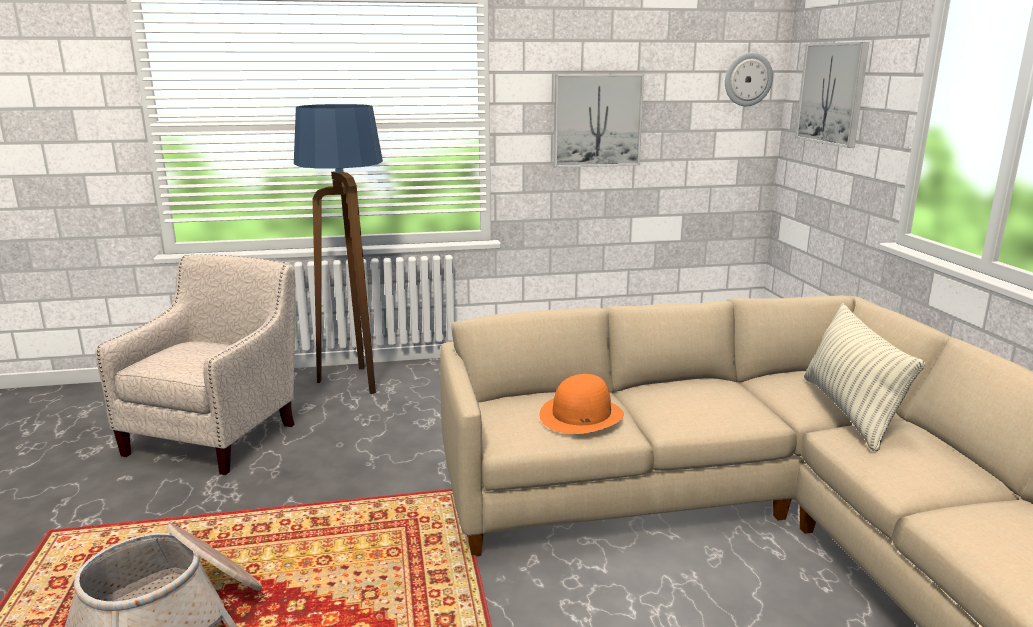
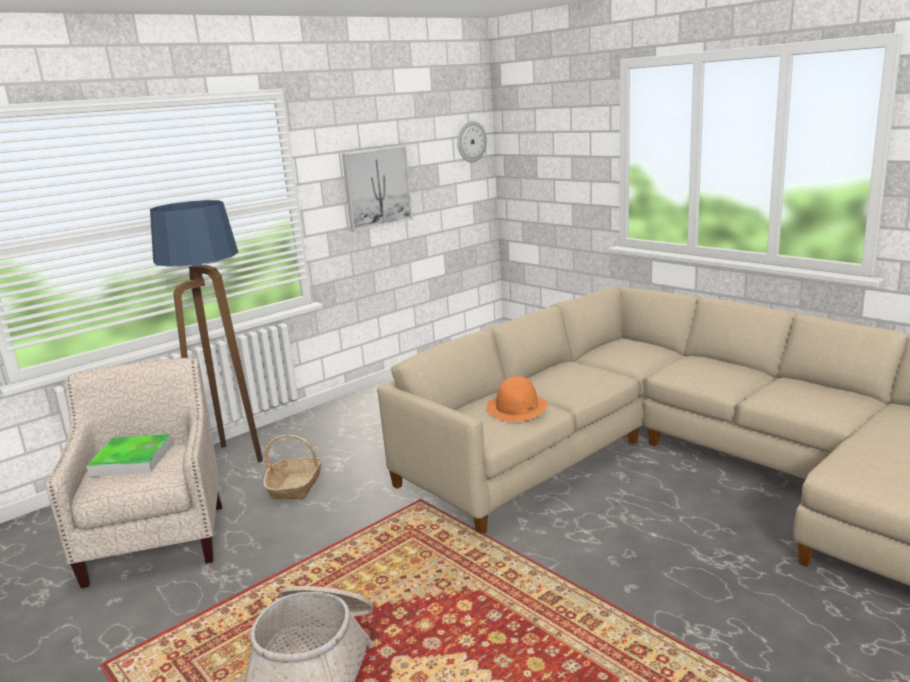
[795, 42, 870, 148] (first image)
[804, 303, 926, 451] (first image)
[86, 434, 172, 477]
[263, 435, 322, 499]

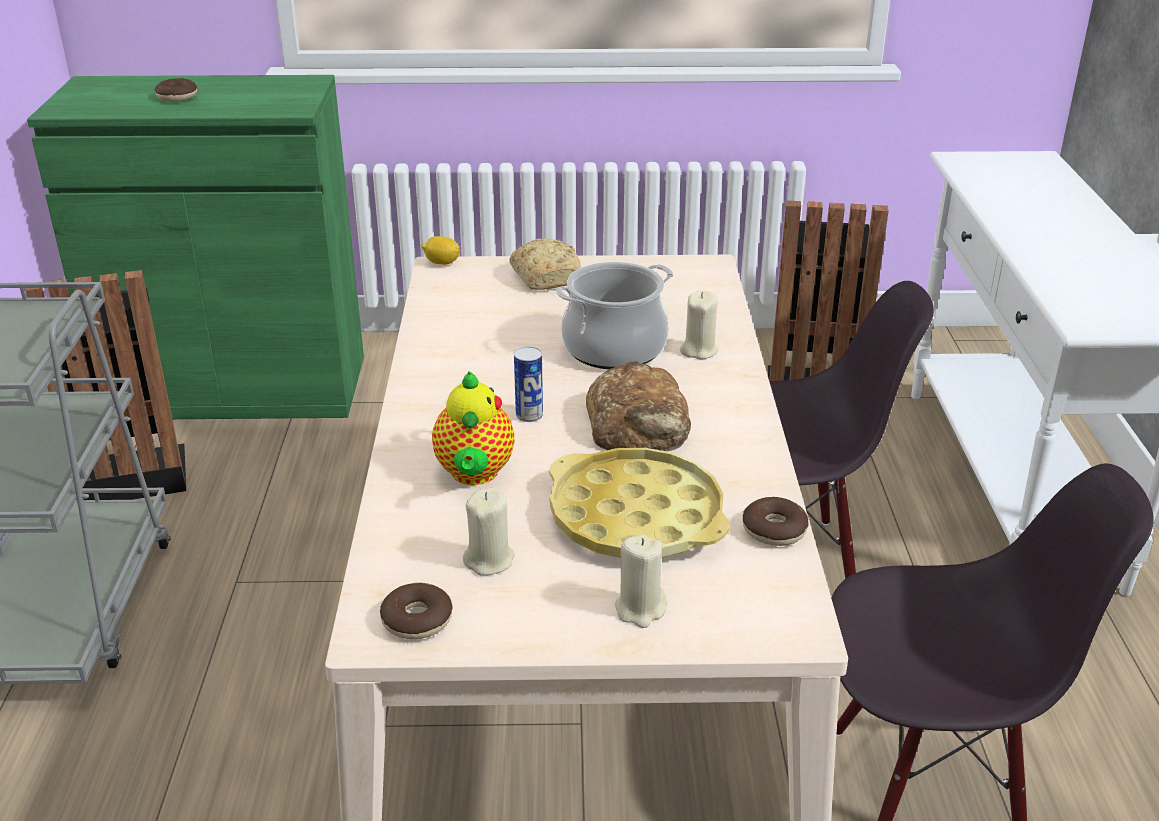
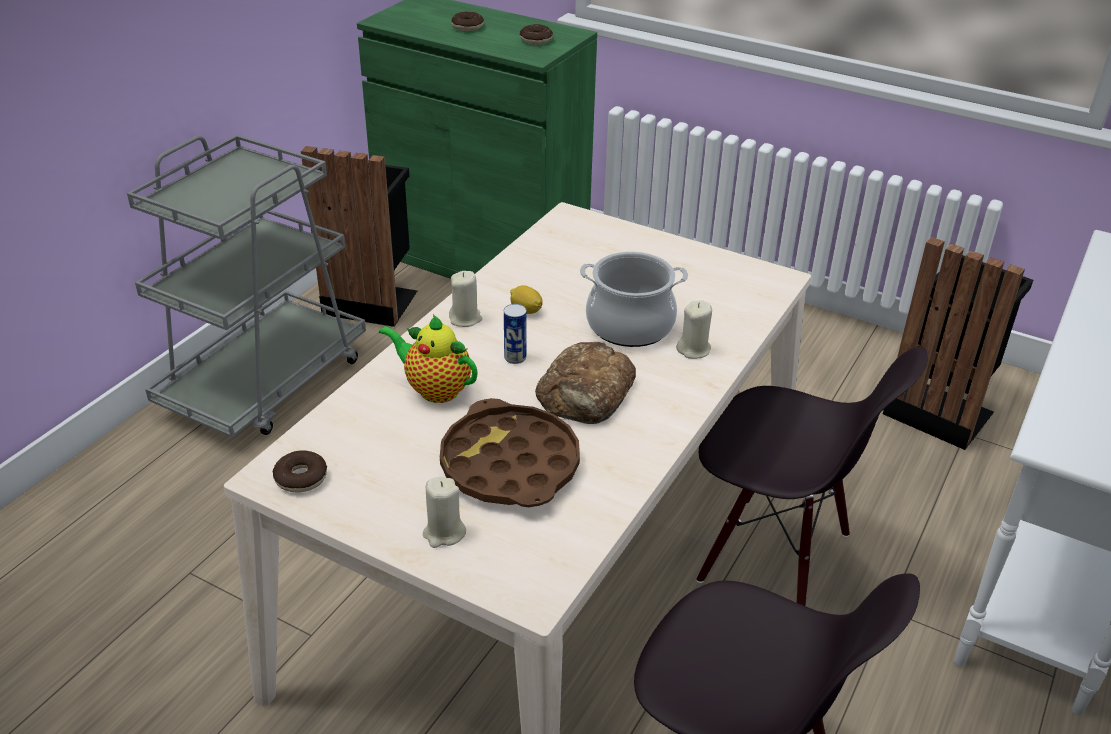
[509, 238, 581, 290] (first image)
[510, 285, 543, 314]
[449, 271, 482, 327]
[520, 24, 553, 45]
[440, 398, 580, 507]
[379, 314, 478, 403]

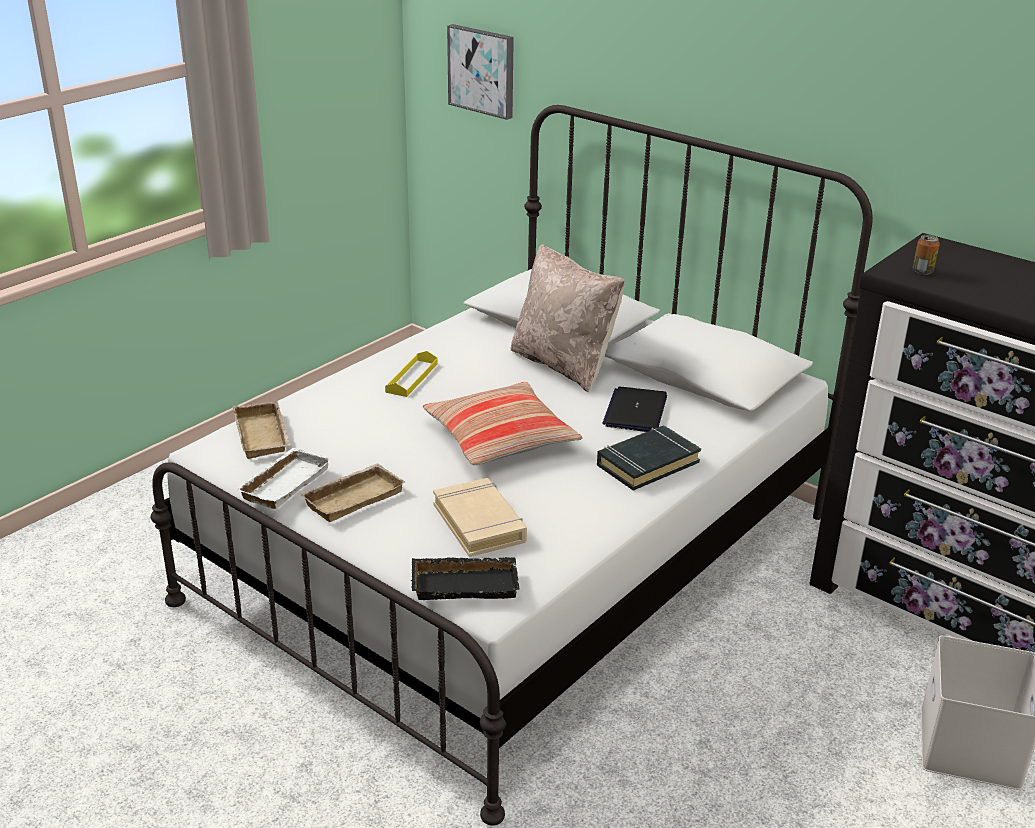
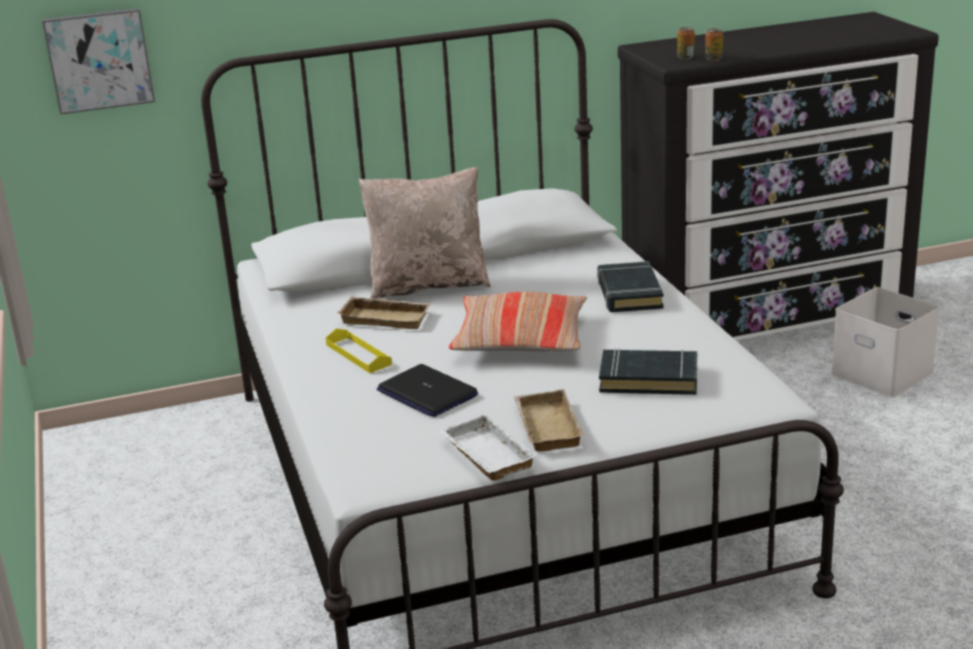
[411, 557, 520, 600] (first image)
[705, 28, 723, 61]
[337, 297, 432, 329]
[377, 364, 478, 417]
[599, 348, 697, 395]

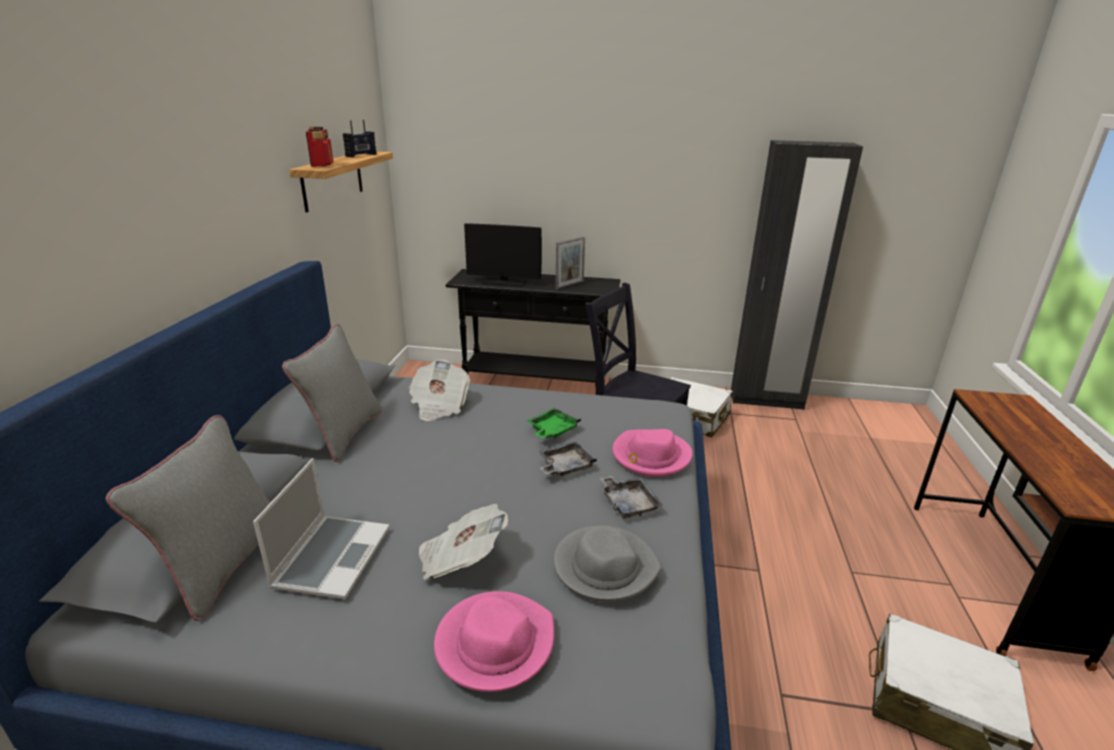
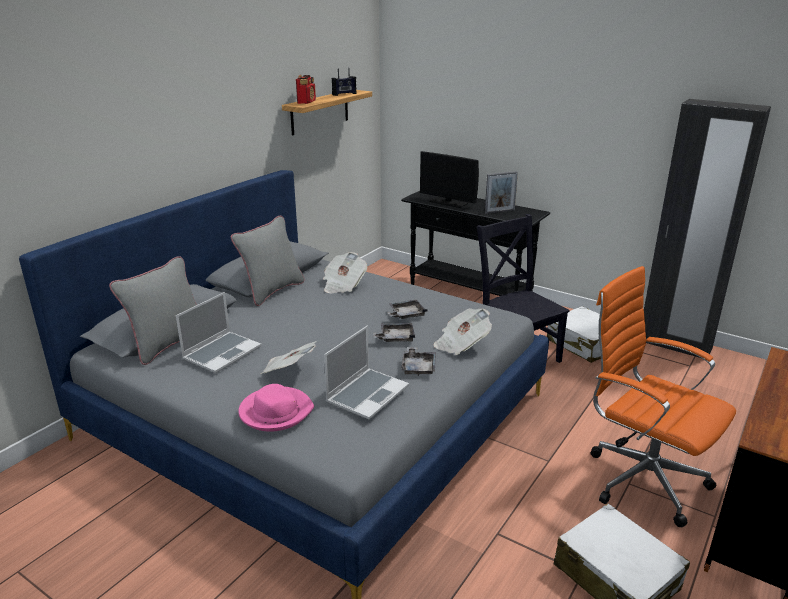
[591, 266, 736, 528]
[324, 325, 409, 420]
[434, 308, 492, 355]
[387, 300, 427, 319]

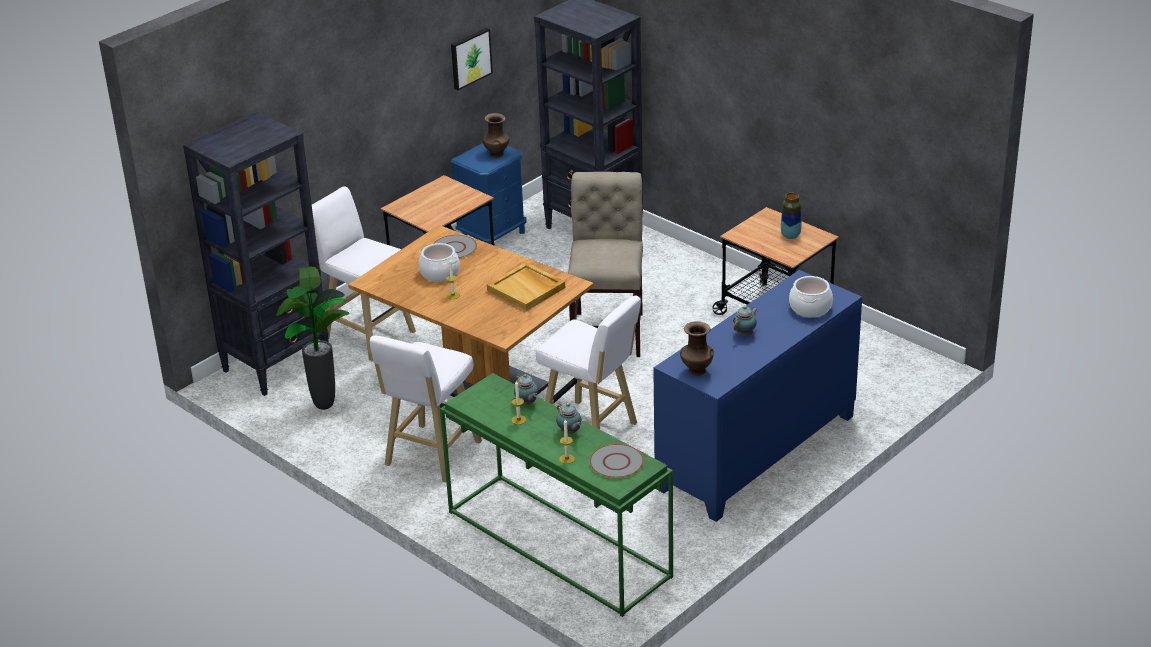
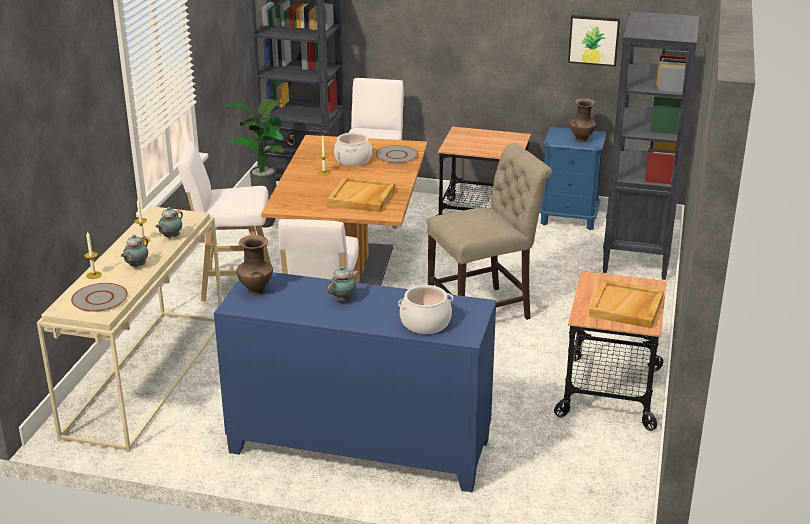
[589, 280, 664, 329]
[37, 206, 222, 452]
[328, 266, 359, 301]

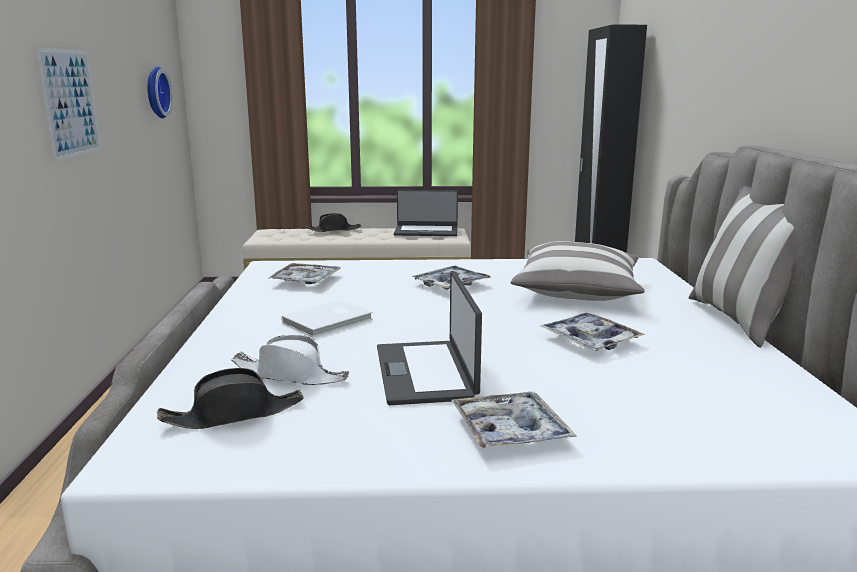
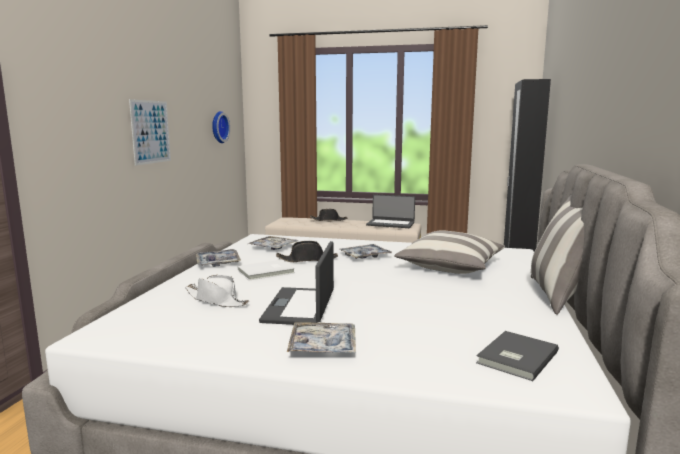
[476, 331, 559, 381]
[276, 241, 338, 262]
[196, 249, 241, 267]

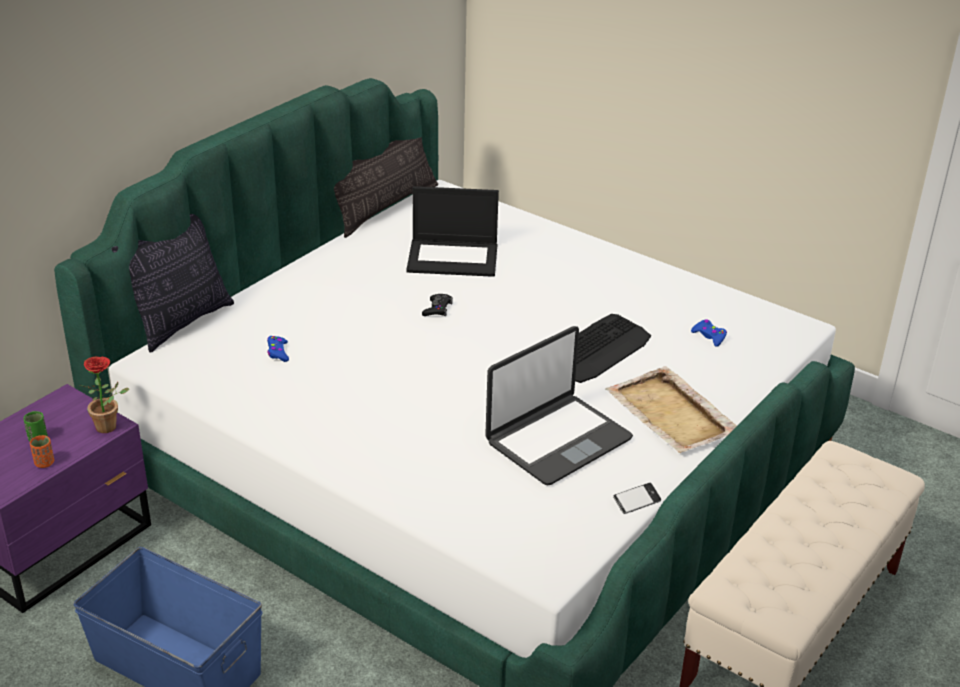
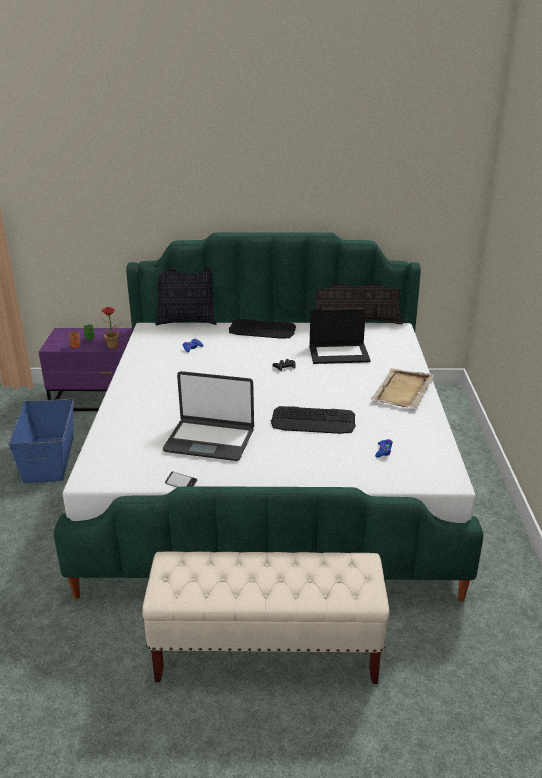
[229, 319, 296, 339]
[371, 368, 434, 408]
[309, 308, 371, 364]

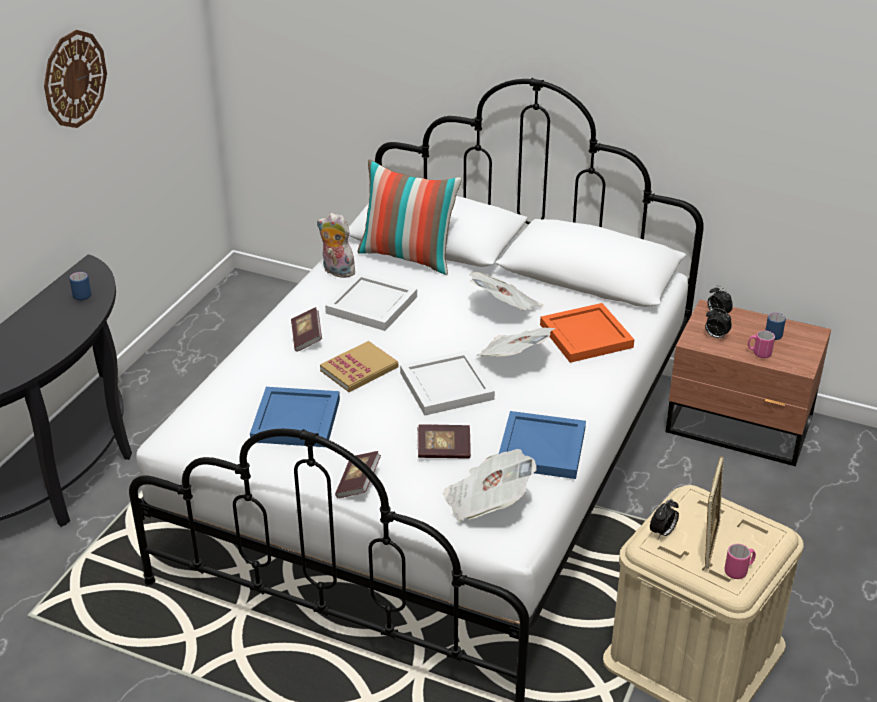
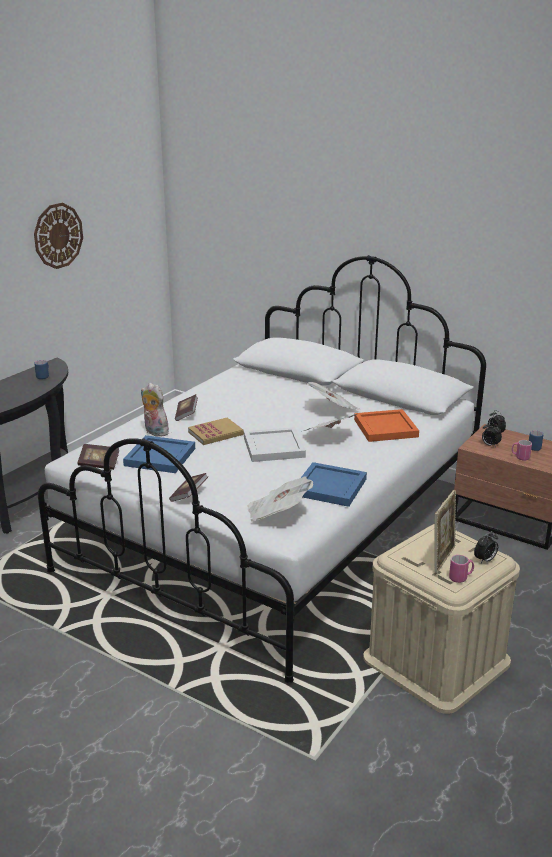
[325, 273, 417, 331] (first image)
[357, 160, 462, 275] (first image)
[141, 383, 169, 437]
[77, 444, 119, 470]
[474, 531, 498, 563]

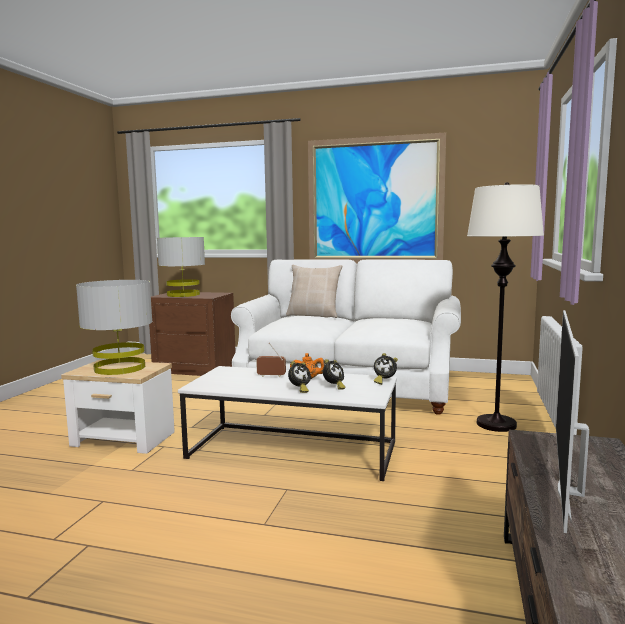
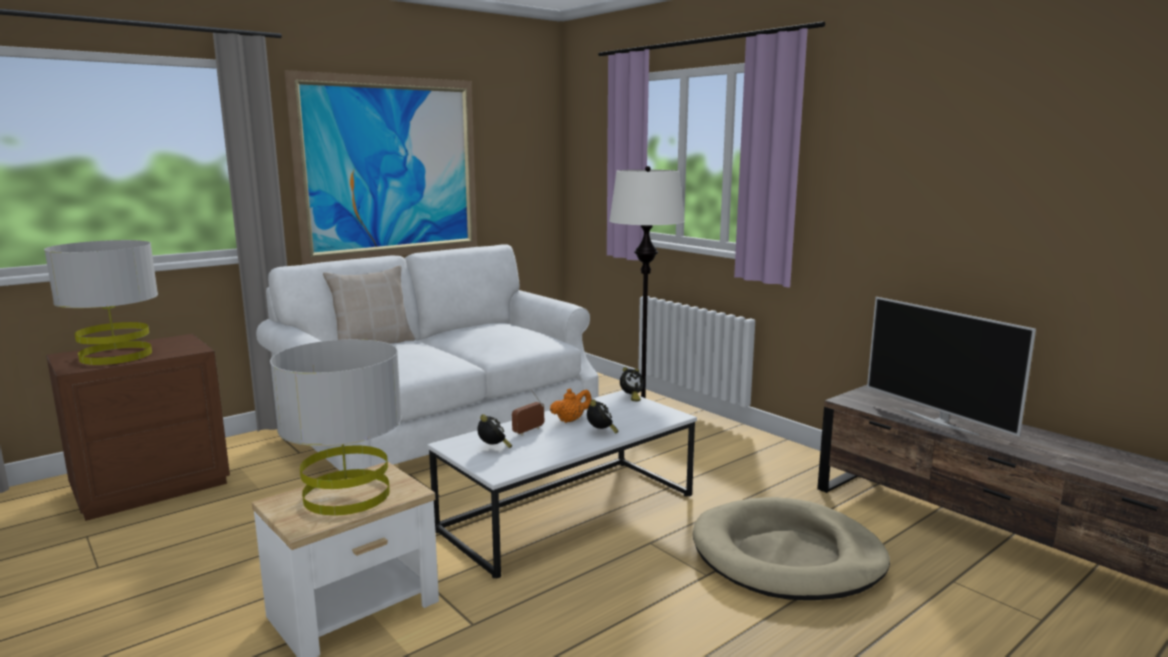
[693, 497, 890, 600]
[477, 414, 512, 448]

